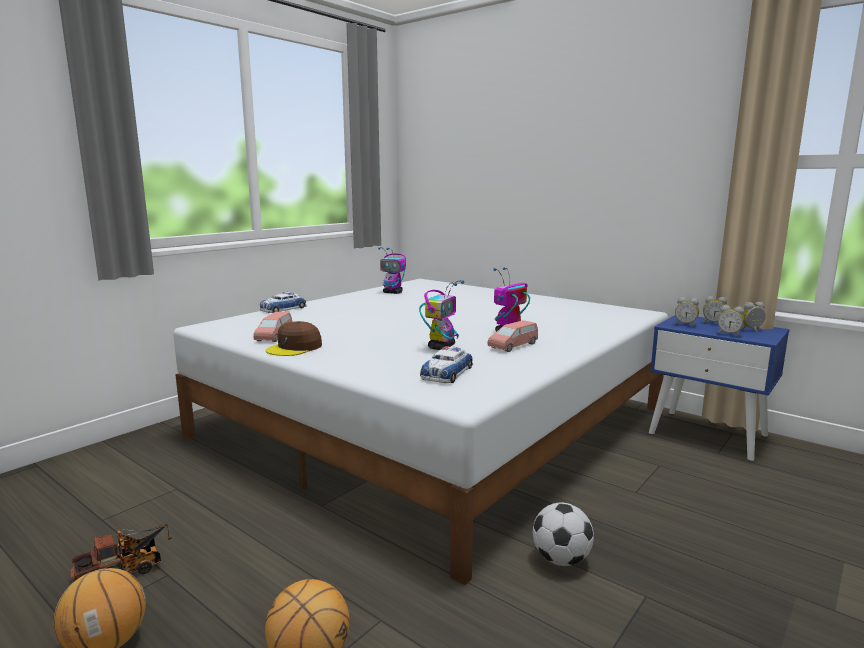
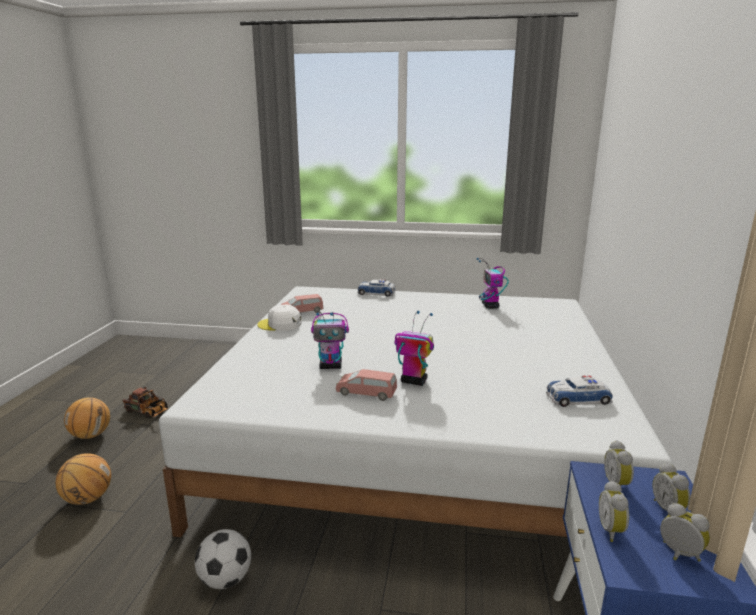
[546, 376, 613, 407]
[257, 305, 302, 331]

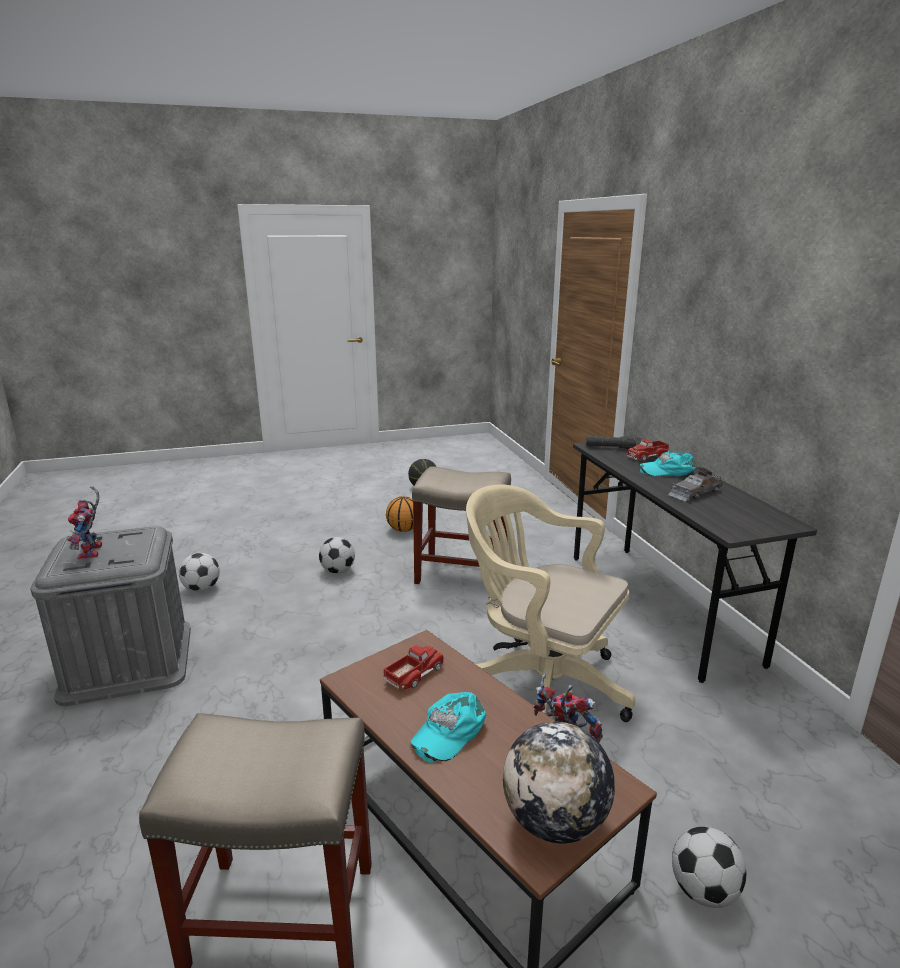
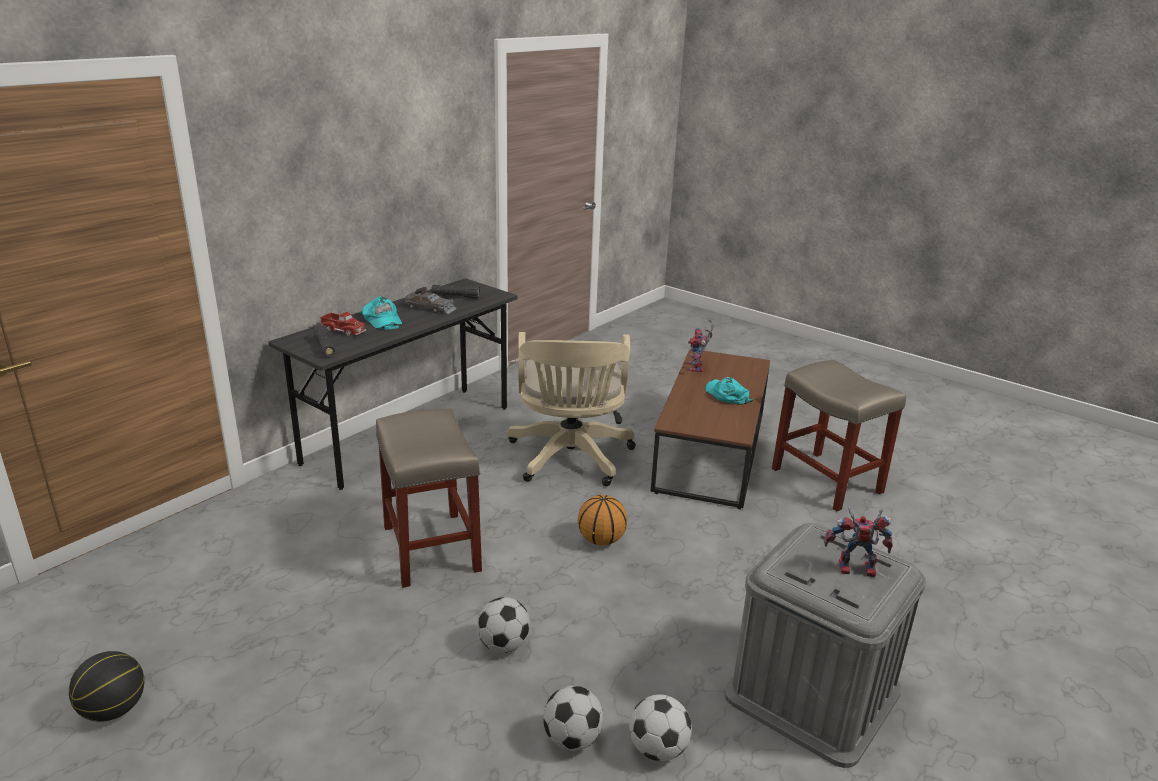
[383, 645, 445, 690] (first image)
[503, 722, 615, 843] (first image)
[431, 285, 480, 299]
[577, 495, 627, 546]
[543, 686, 603, 751]
[824, 506, 893, 577]
[705, 377, 754, 405]

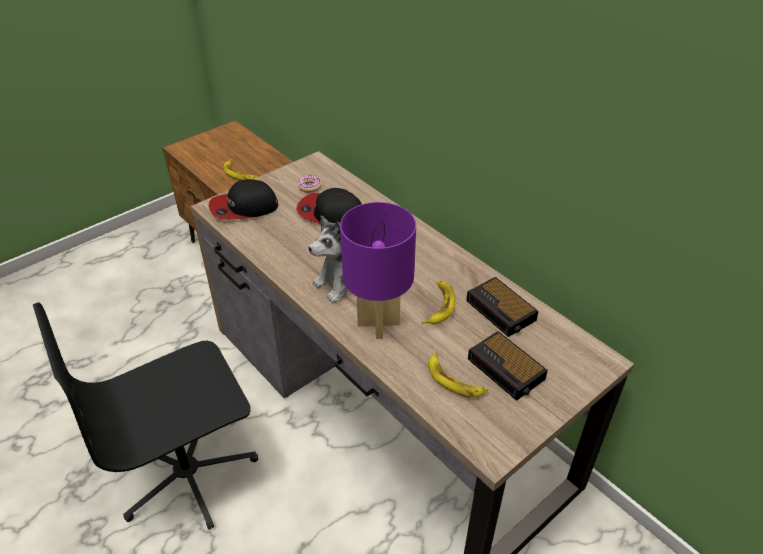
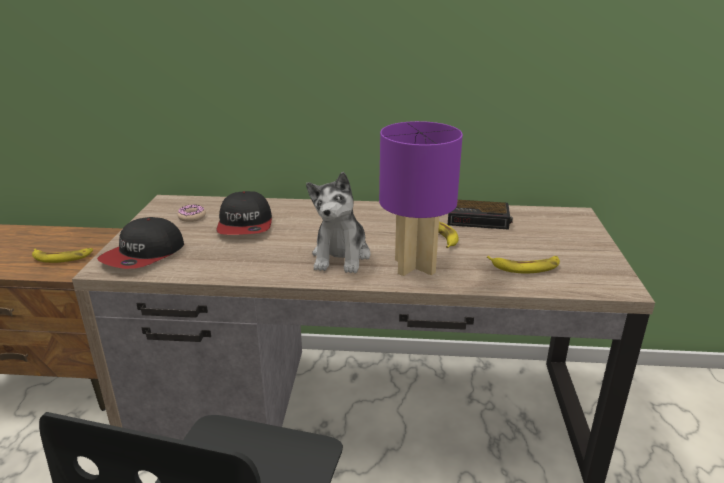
[468, 331, 548, 401] (first image)
[217, 191, 272, 235]

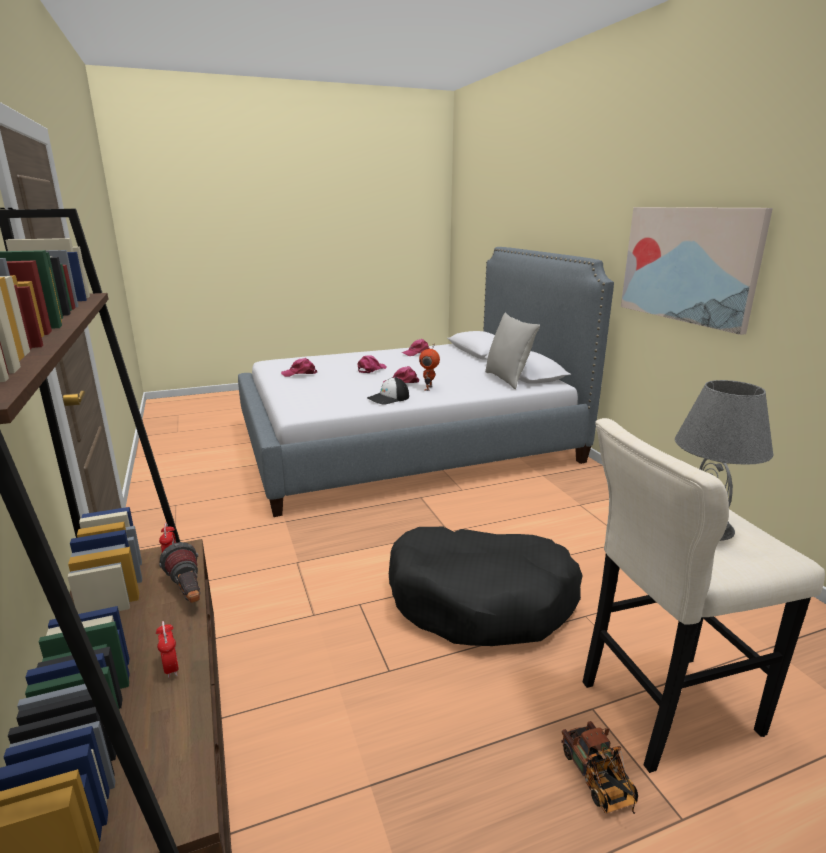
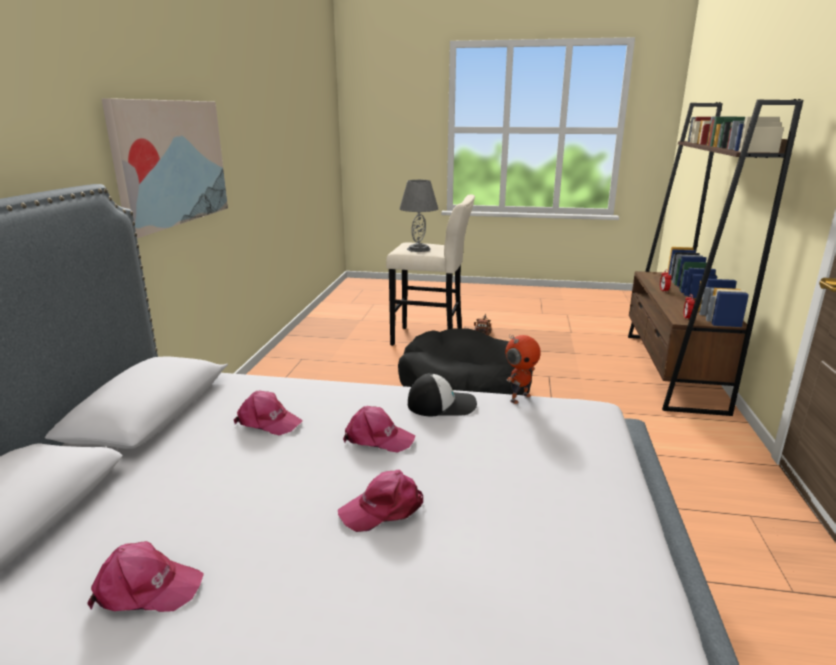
[159, 542, 201, 603] (first image)
[485, 313, 540, 389] (first image)
[234, 391, 303, 435]
[505, 335, 541, 404]

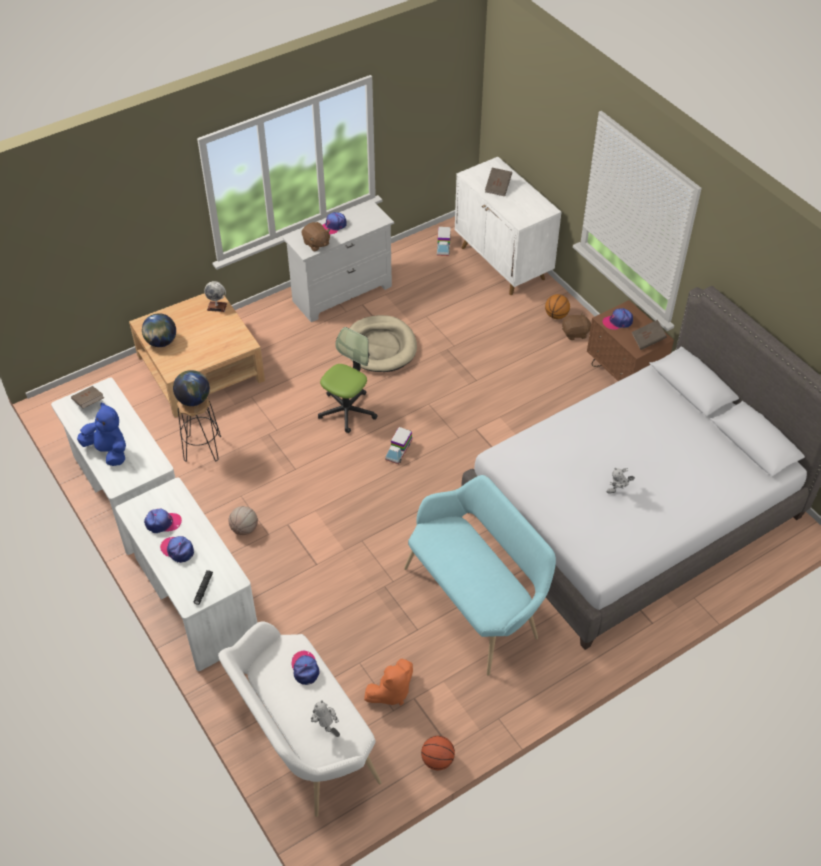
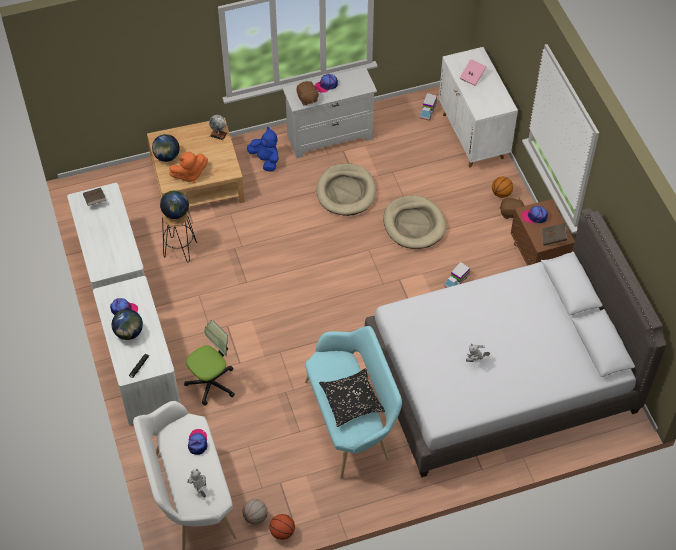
[319, 368, 385, 427]
[384, 195, 446, 249]
[247, 127, 278, 172]
[243, 499, 268, 525]
[184, 320, 235, 406]
[169, 152, 208, 184]
[444, 262, 470, 288]
[112, 309, 143, 340]
[460, 59, 486, 86]

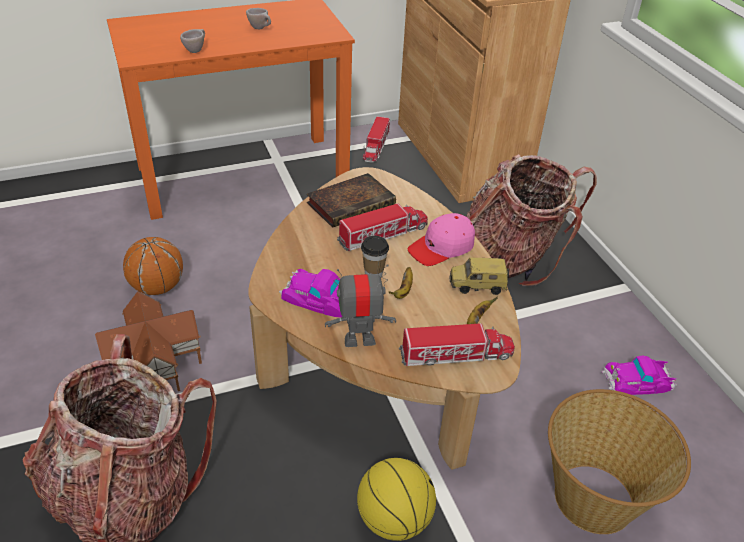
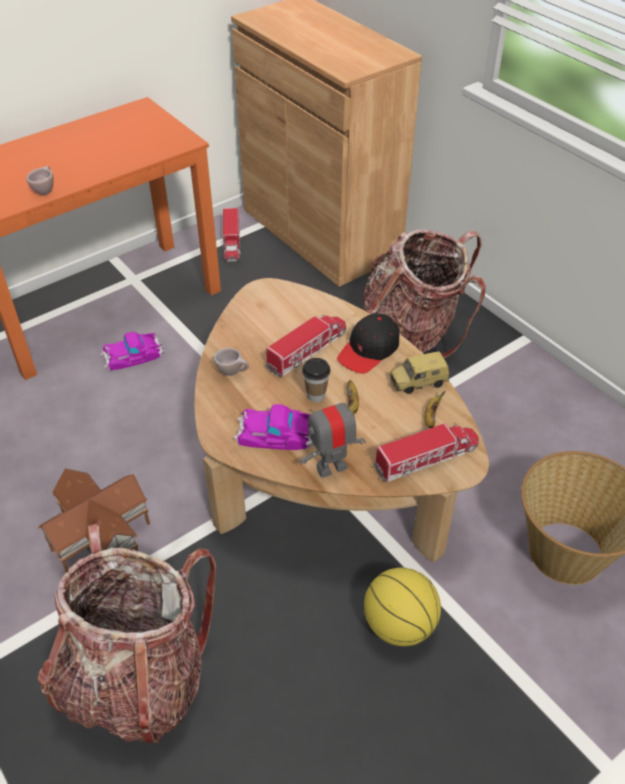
[123, 237, 183, 295] (first image)
[307, 173, 396, 228] (first image)
[214, 348, 249, 376]
[100, 332, 165, 371]
[337, 313, 400, 374]

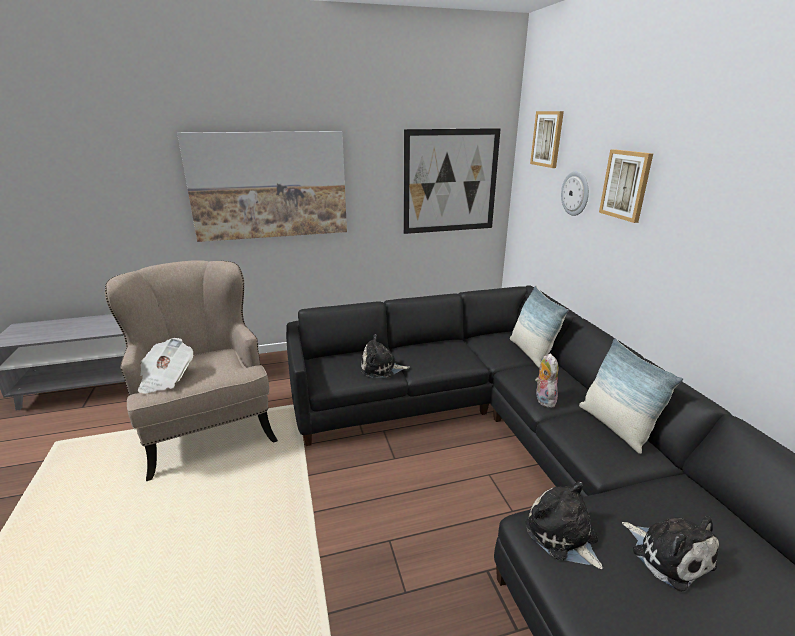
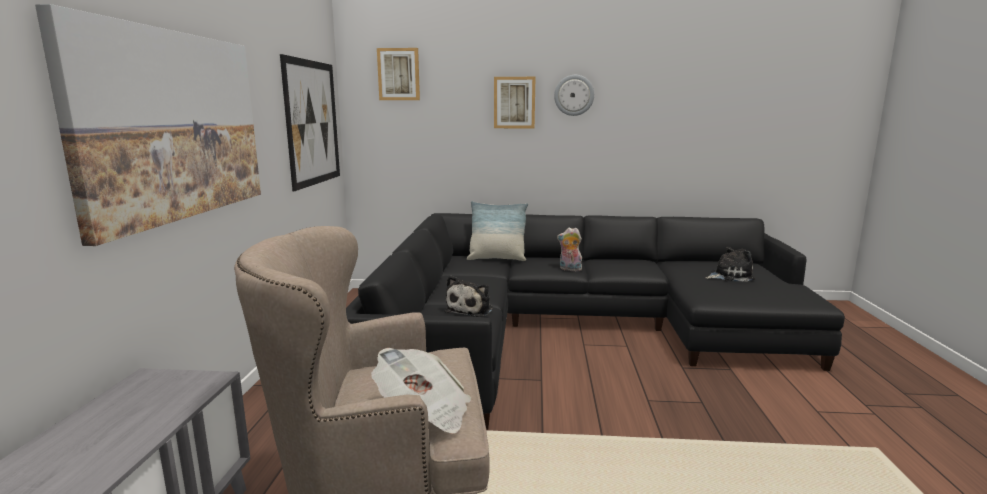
[525, 481, 603, 569] (first image)
[579, 338, 683, 454] (first image)
[554, 75, 594, 116]

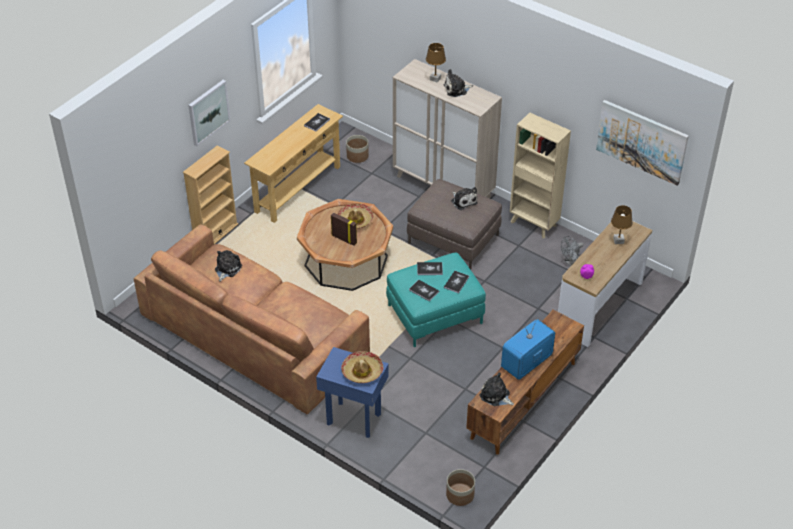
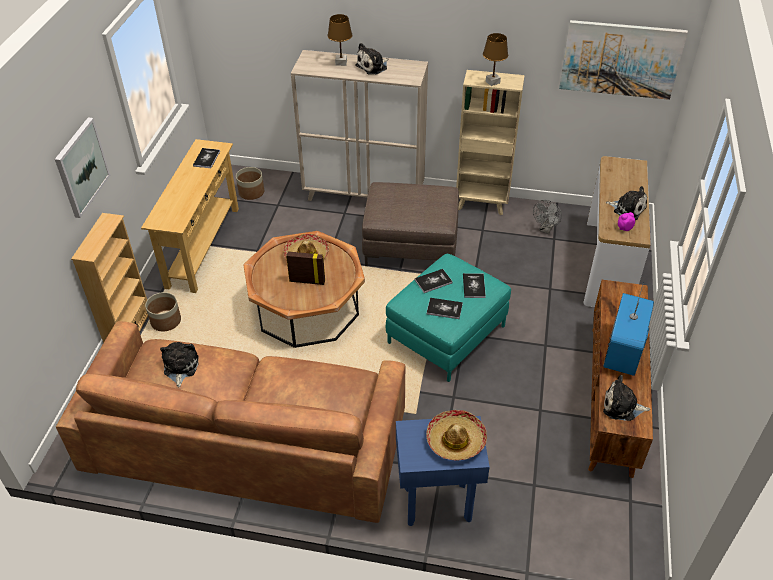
[145, 292, 181, 331]
[606, 186, 647, 220]
[483, 33, 508, 86]

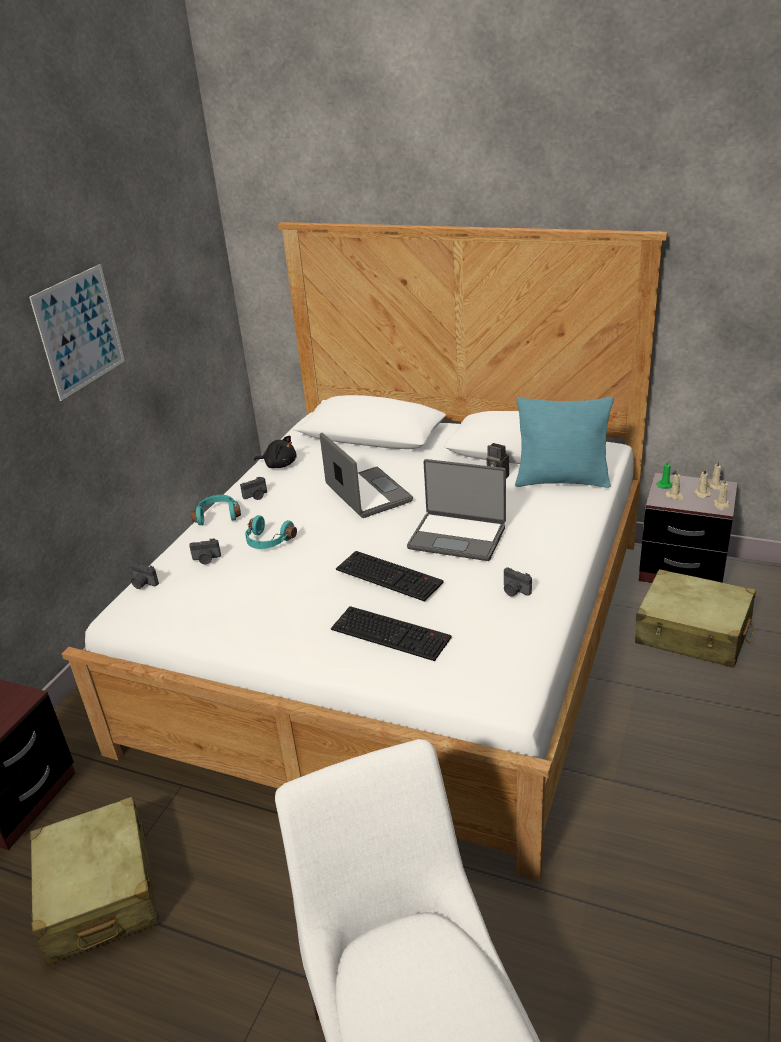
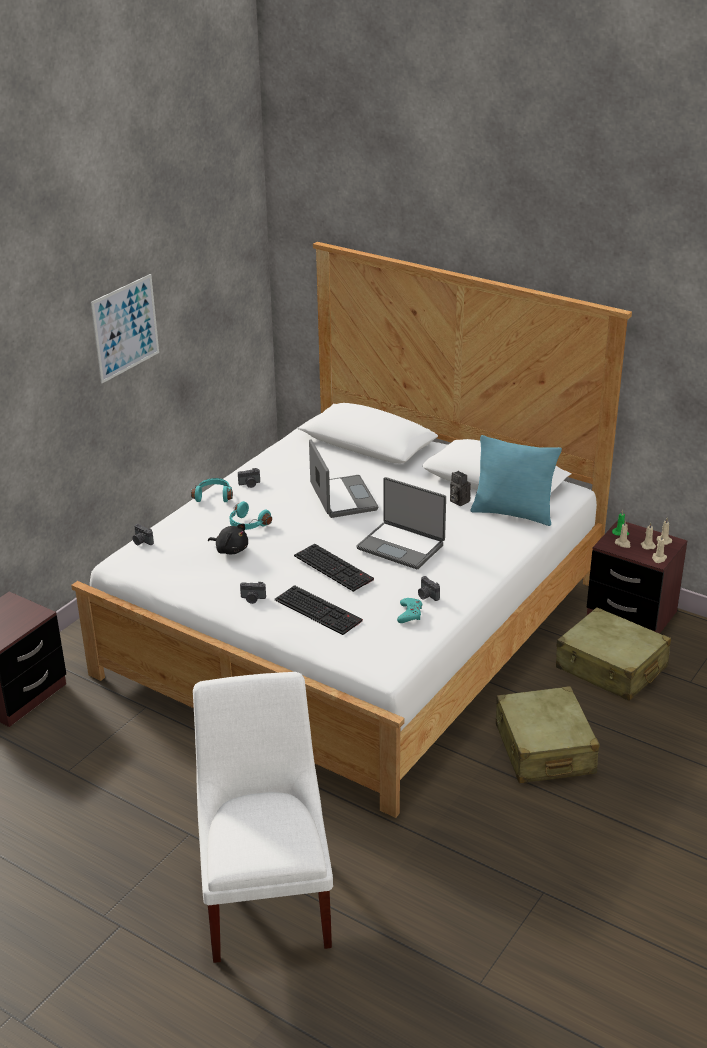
[397, 598, 422, 623]
[496, 686, 599, 783]
[240, 582, 266, 604]
[208, 523, 248, 554]

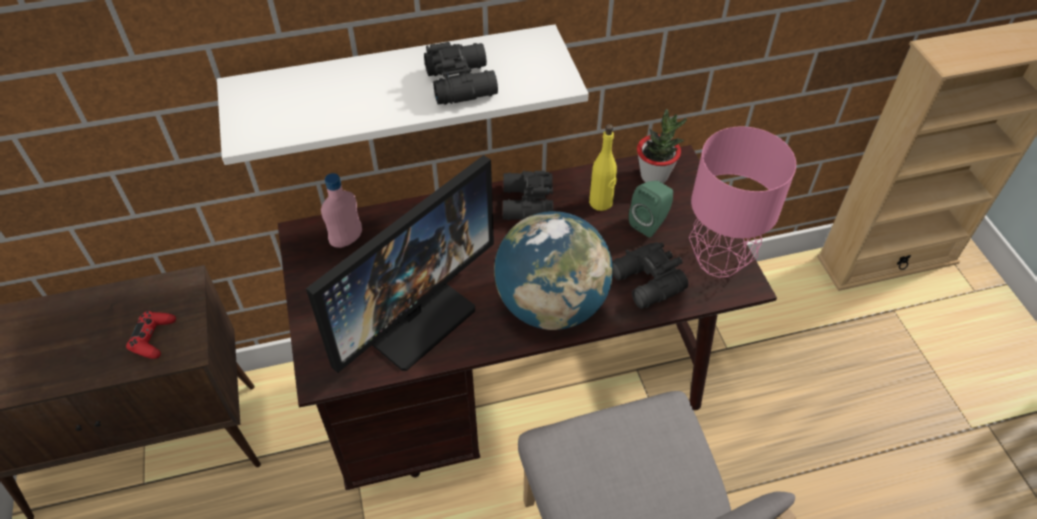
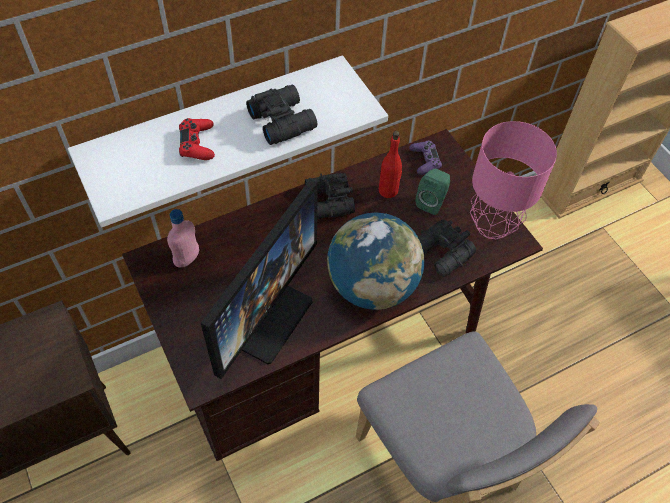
[179, 118, 215, 160]
[409, 141, 442, 175]
[379, 131, 402, 198]

